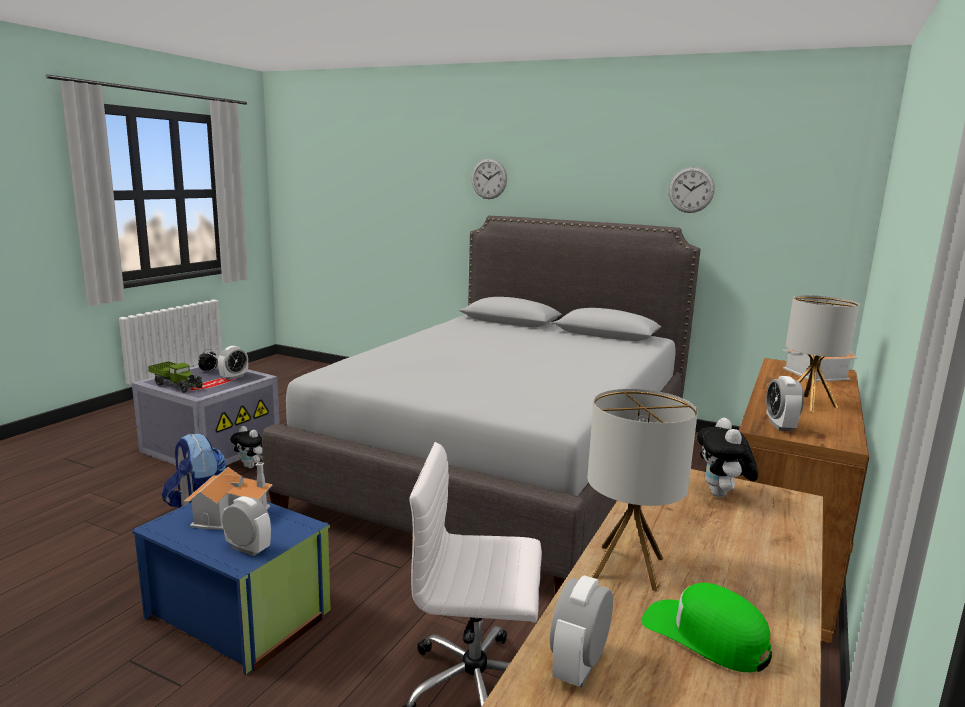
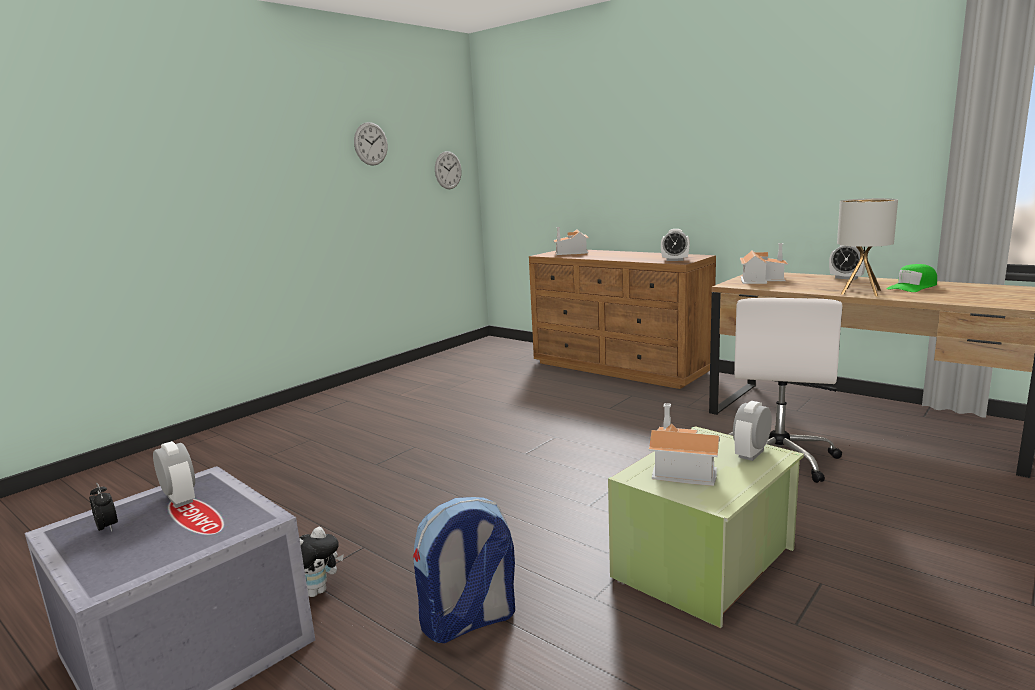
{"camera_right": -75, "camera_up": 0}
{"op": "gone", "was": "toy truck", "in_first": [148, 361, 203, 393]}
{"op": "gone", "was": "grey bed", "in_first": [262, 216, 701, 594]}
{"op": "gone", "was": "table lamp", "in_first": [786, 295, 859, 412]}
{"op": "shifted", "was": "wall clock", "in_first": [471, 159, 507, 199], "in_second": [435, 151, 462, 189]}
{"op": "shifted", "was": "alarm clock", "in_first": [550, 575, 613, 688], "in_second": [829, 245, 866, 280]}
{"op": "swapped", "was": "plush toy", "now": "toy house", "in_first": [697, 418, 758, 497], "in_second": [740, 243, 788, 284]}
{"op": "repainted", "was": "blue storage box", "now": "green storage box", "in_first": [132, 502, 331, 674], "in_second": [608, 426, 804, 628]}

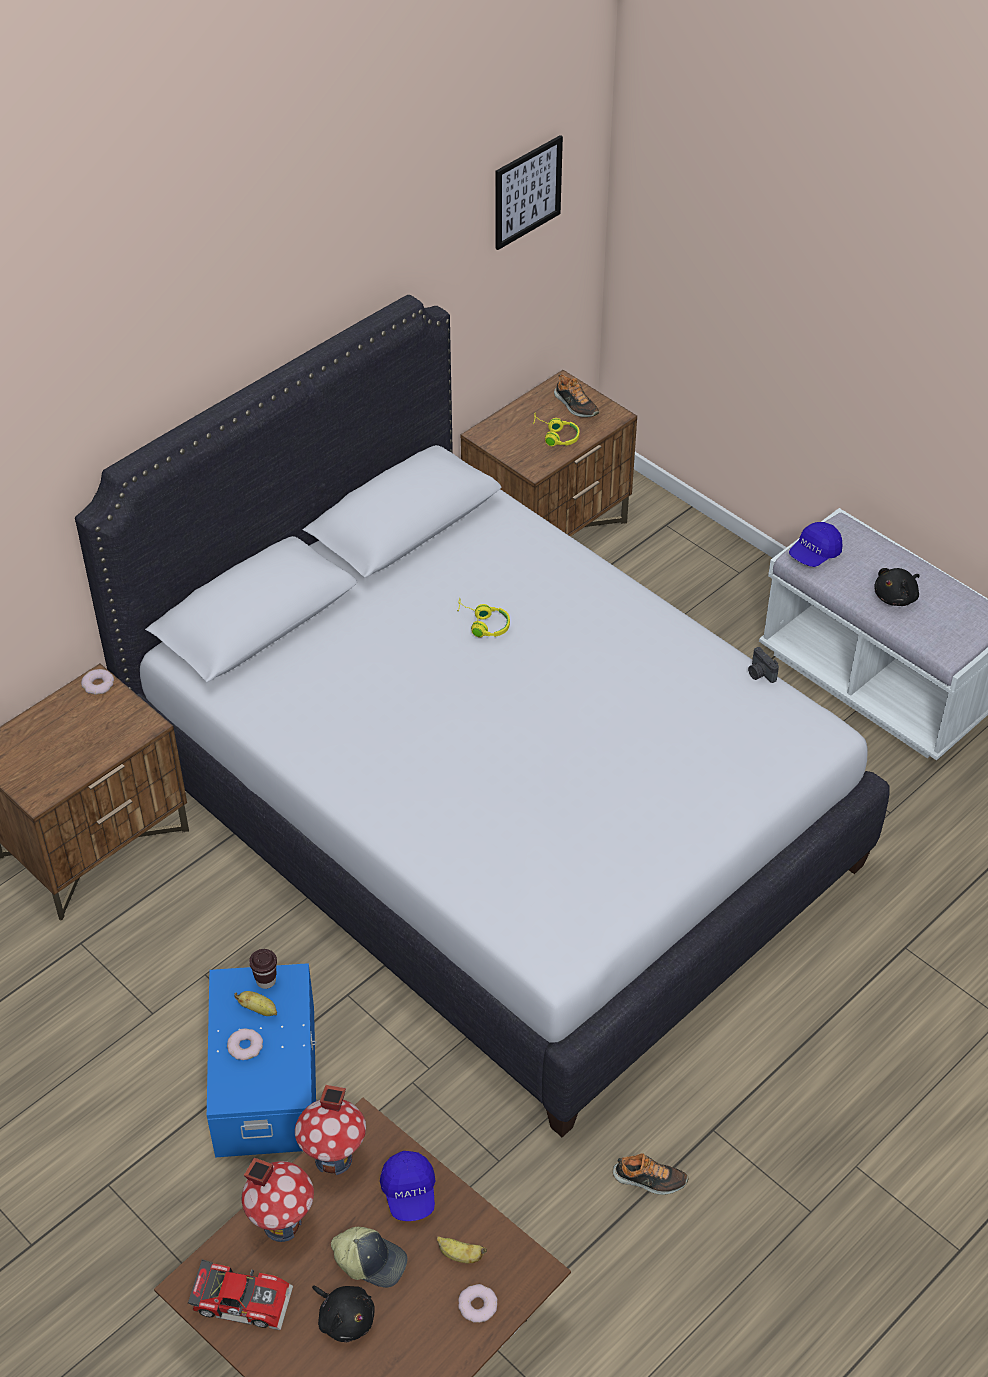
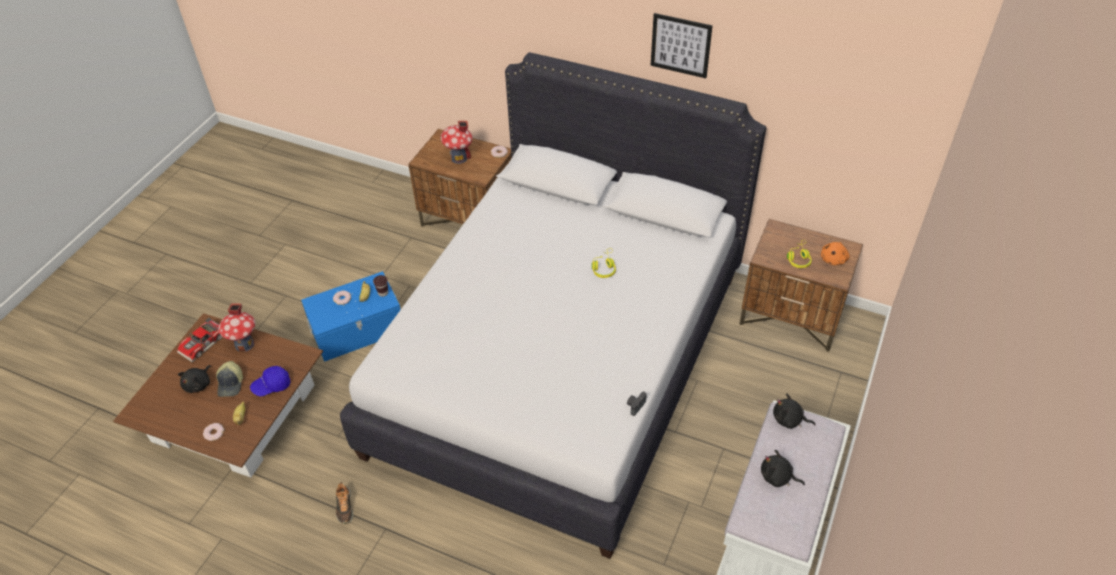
{"camera_right": 70, "camera_up": 0}
{"op": "shifted", "was": "toy house", "in_first": [295, 1085, 366, 1175], "in_second": [440, 121, 472, 164]}
{"op": "shifted", "was": "picture", "in_first": [496, 135, 563, 250], "in_second": [651, 13, 713, 78]}
{"op": "swapped", "was": "shoe", "now": "orange plush toy", "in_first": [554, 374, 599, 417], "in_second": [821, 242, 850, 265]}
{"op": "swapped", "was": "blue cap", "now": "black plush toy", "in_first": [789, 522, 842, 567], "in_second": [773, 393, 816, 429]}
{"op": "rotated", "was": "toy car", "in_first": [188, 1260, 293, 1330], "in_second": [177, 318, 222, 362], "clockwise": 45}

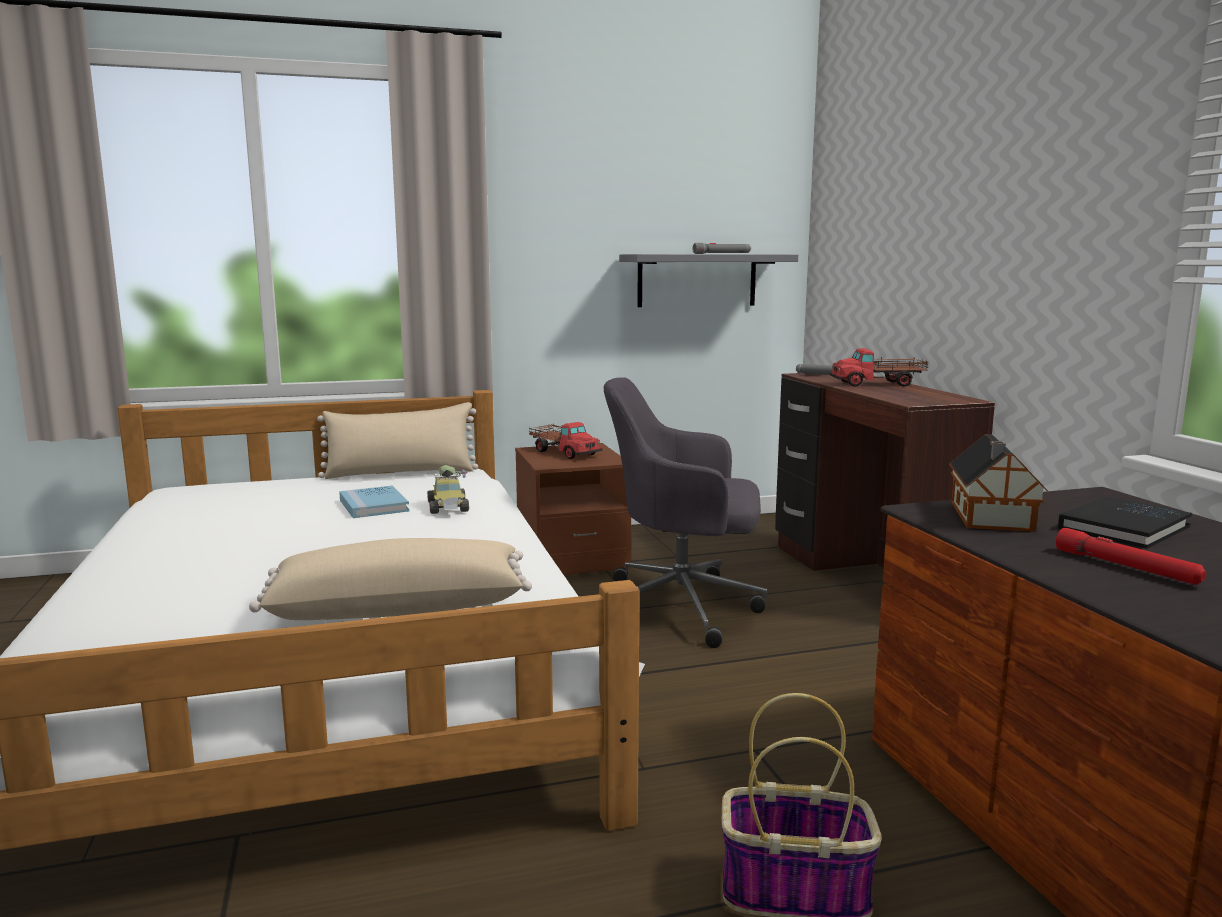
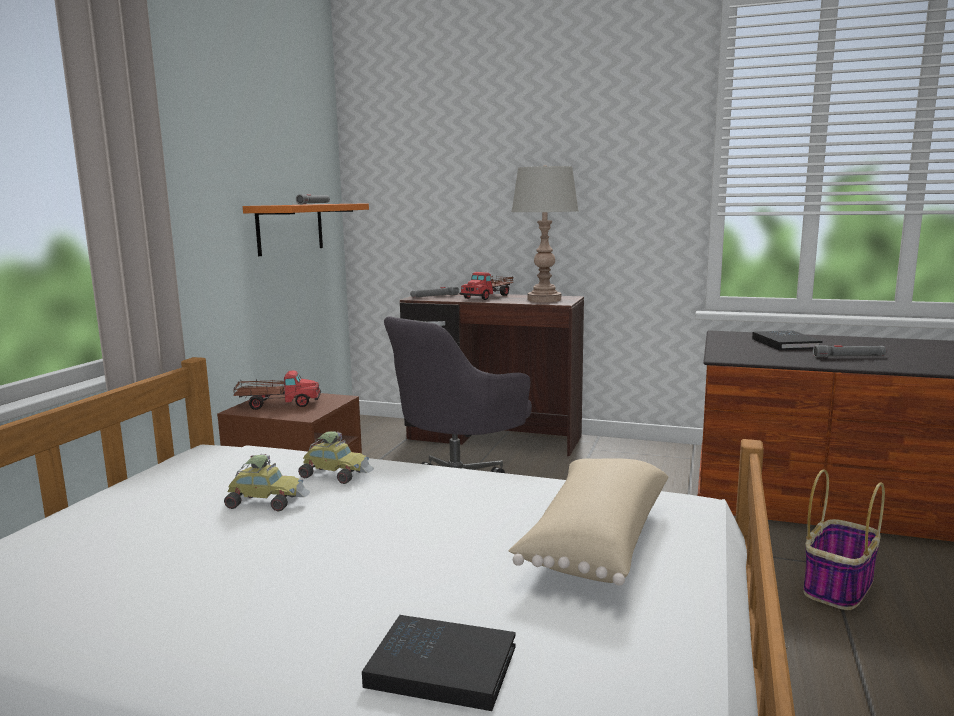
{"camera_right": -55, "camera_up": 0}
{"op": "gone", "was": "beige pillow", "in_first": [317, 402, 478, 479]}
{"op": "gone", "was": "toy house", "in_first": [949, 434, 1048, 532]}
{"op": "new", "now": "black book", "in_second": [362, 615, 515, 711]}
{"op": "new", "now": "grey table lamp", "in_second": [511, 165, 579, 302]}
{"op": "swapped", "was": "blue book", "now": "toy car", "in_first": [339, 486, 409, 518], "in_second": [224, 454, 310, 512]}
{"op": "repainted", "was": "grey shelf", "now": "orange shelf", "in_first": [619, 254, 798, 307], "in_second": [243, 203, 369, 256]}
{"op": "repainted", "was": "red flashlight", "now": "grey flashlight", "in_first": [1056, 528, 1206, 585], "in_second": [813, 345, 887, 358]}

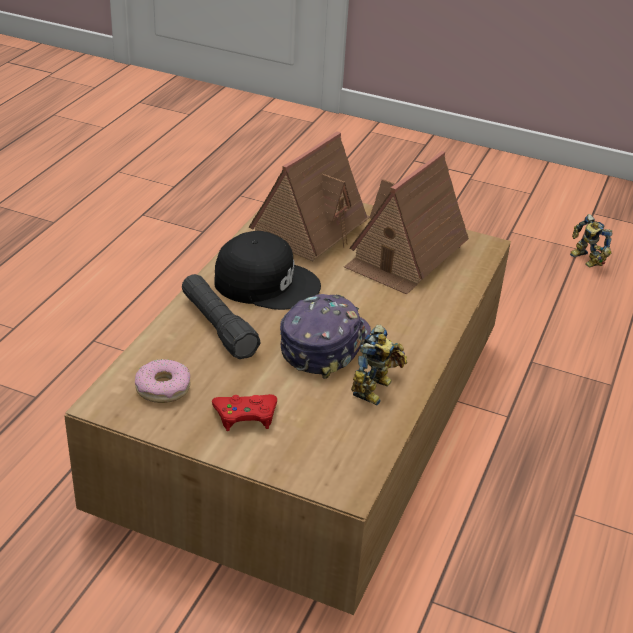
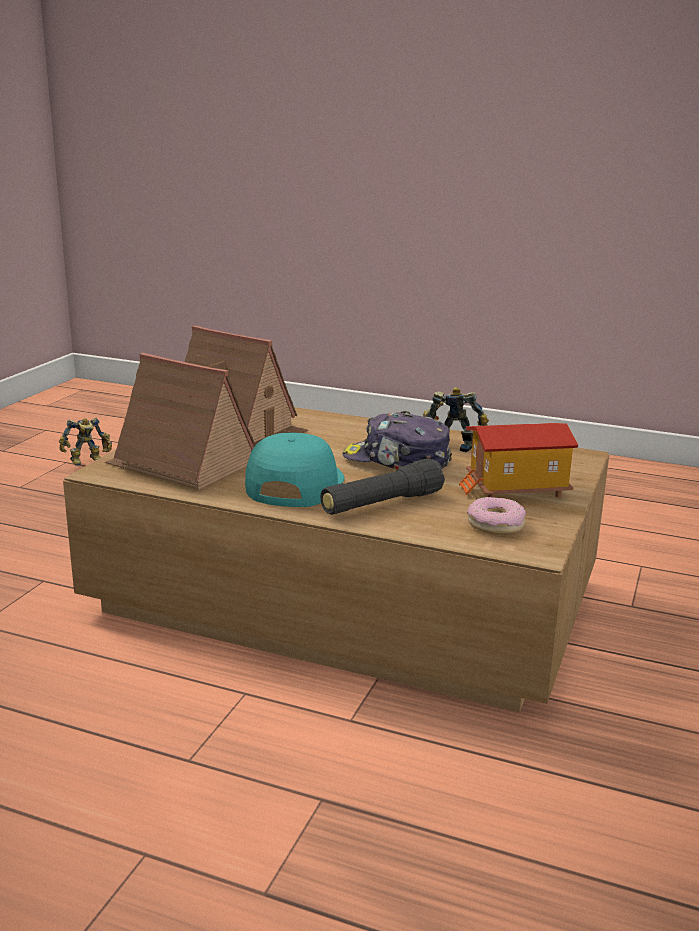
{"camera_right": -90, "camera_up": -15}
{"op": "swapped", "was": "red game controller", "now": "toy house", "in_first": [212, 394, 277, 431], "in_second": [459, 423, 579, 498]}
{"op": "repainted", "was": "black cap", "now": "turquoise cap", "in_first": [215, 231, 321, 310], "in_second": [245, 433, 345, 507]}

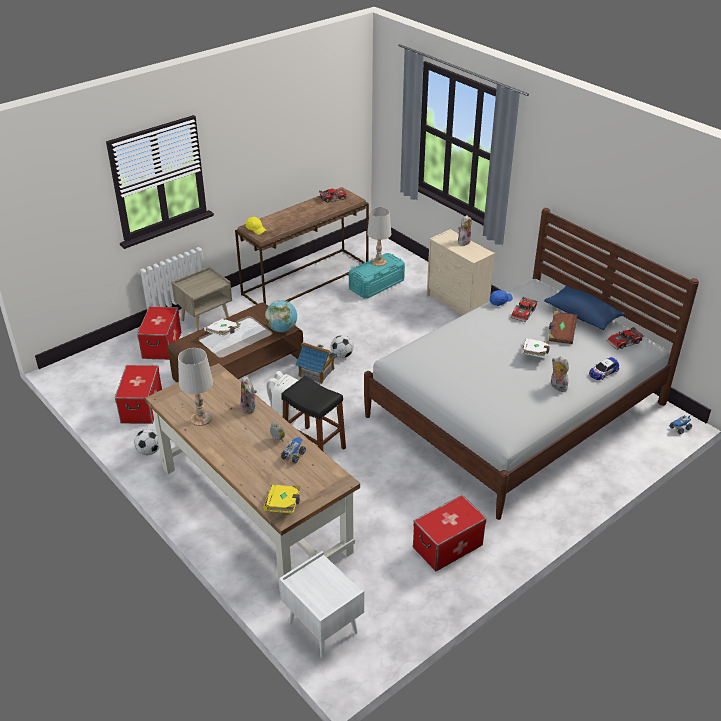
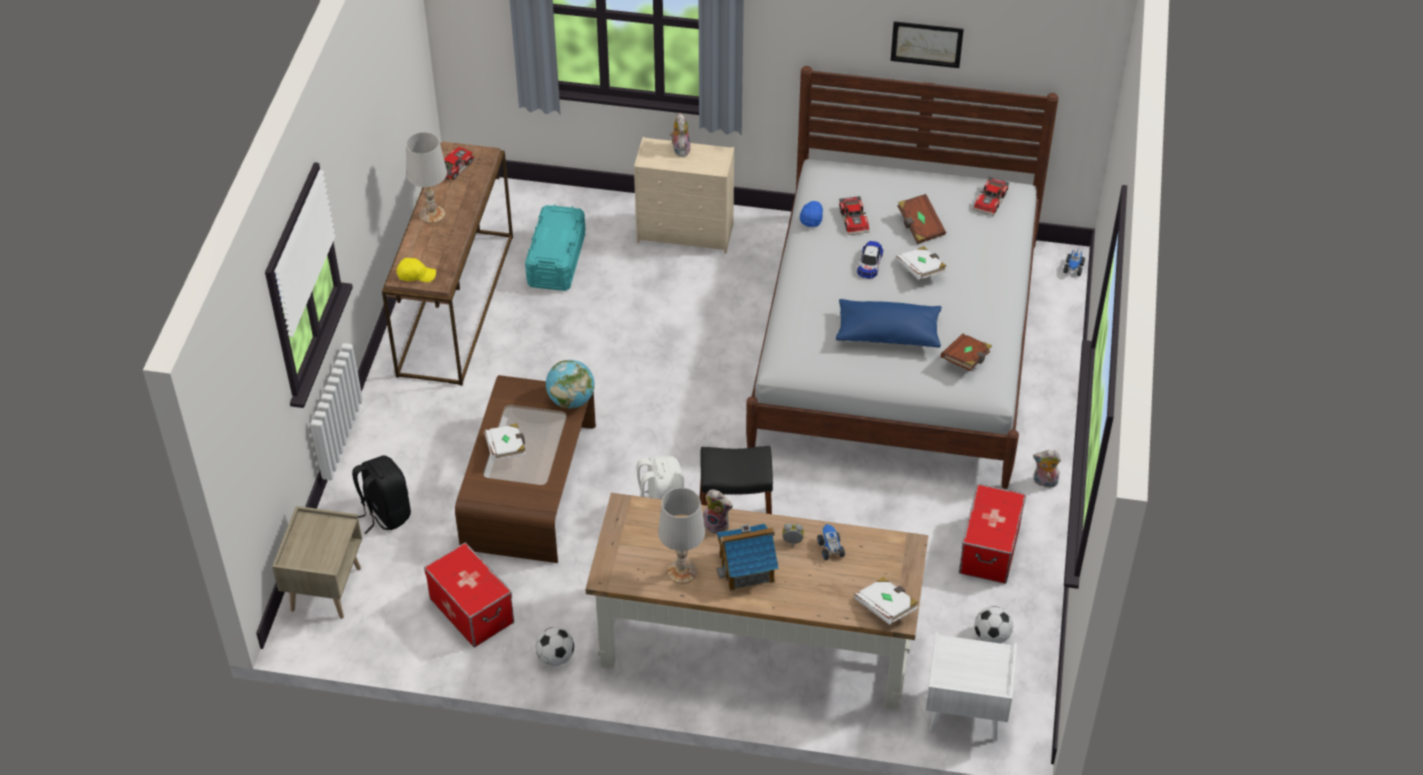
{"camera_right": -40, "camera_up": 10}
{"op": "new", "now": "picture", "in_second": [891, 21, 964, 68]}
{"op": "new", "now": "brown book", "in_second": [941, 334, 992, 371]}
{"op": "shifted", "was": "beige nightstand", "in_first": [171, 267, 232, 331], "in_second": [272, 506, 362, 619]}
{"op": "shifted", "was": "toy house", "in_first": [295, 342, 337, 384], "in_second": [716, 524, 779, 591]}
{"op": "shifted", "was": "football", "in_first": [331, 335, 353, 358], "in_second": [974, 606, 1013, 643]}
{"op": "shifted", "was": "white table lamp", "in_first": [367, 207, 391, 266], "in_second": [406, 132, 447, 223]}
{"op": "shifted", "was": "blue pillow", "in_first": [544, 286, 625, 330], "in_second": [836, 299, 942, 348]}
{"op": "shifted", "was": "plush toy", "in_first": [551, 357, 569, 392], "in_second": [1033, 450, 1061, 488]}
{"op": "shifted", "was": "toy car", "in_first": [589, 357, 619, 380], "in_second": [857, 241, 883, 279]}
{"op": "swapped", "was": "storage box", "now": "black backpack", "in_first": [137, 306, 181, 360], "in_second": [352, 455, 411, 534]}
{"op": "repainted", "was": "yellow book", "now": "white book", "in_first": [263, 485, 300, 514], "in_second": [854, 577, 918, 625]}

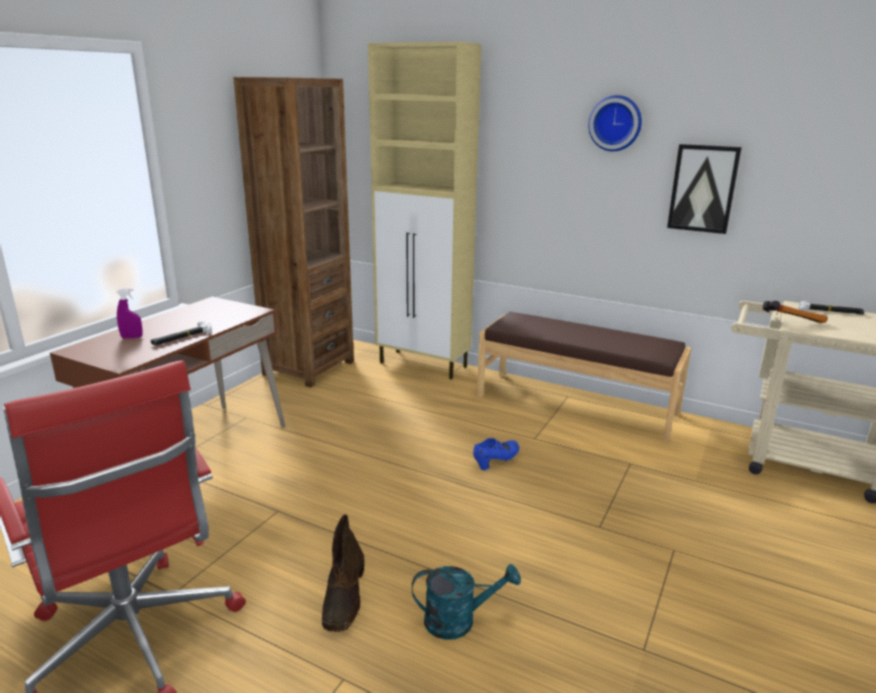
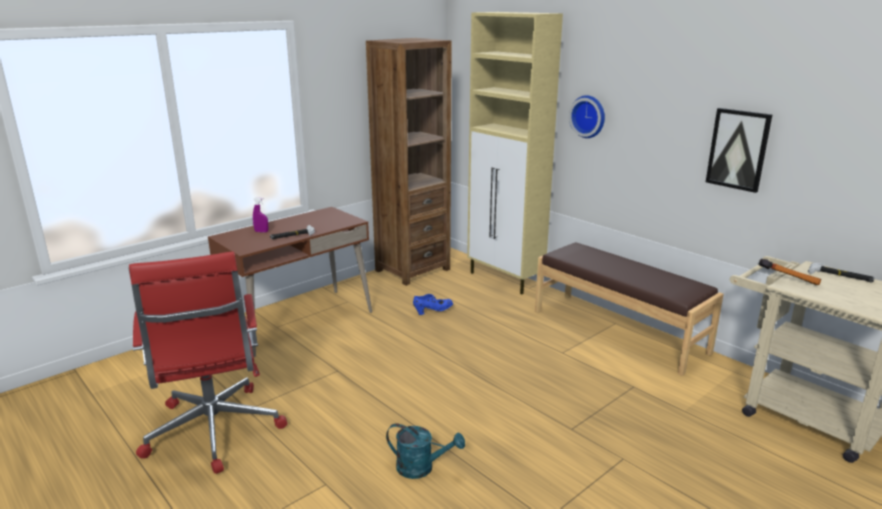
{"camera_right": 20, "camera_up": 0}
{"op": "gone", "was": "brown boot", "in_first": [322, 514, 365, 632]}
{"op": "shifted", "was": "blue shoe", "in_first": [473, 438, 520, 470], "in_second": [413, 294, 453, 315]}
{"op": "shifted", "was": "wall clock", "in_first": [588, 95, 642, 151], "in_second": [569, 95, 605, 138]}

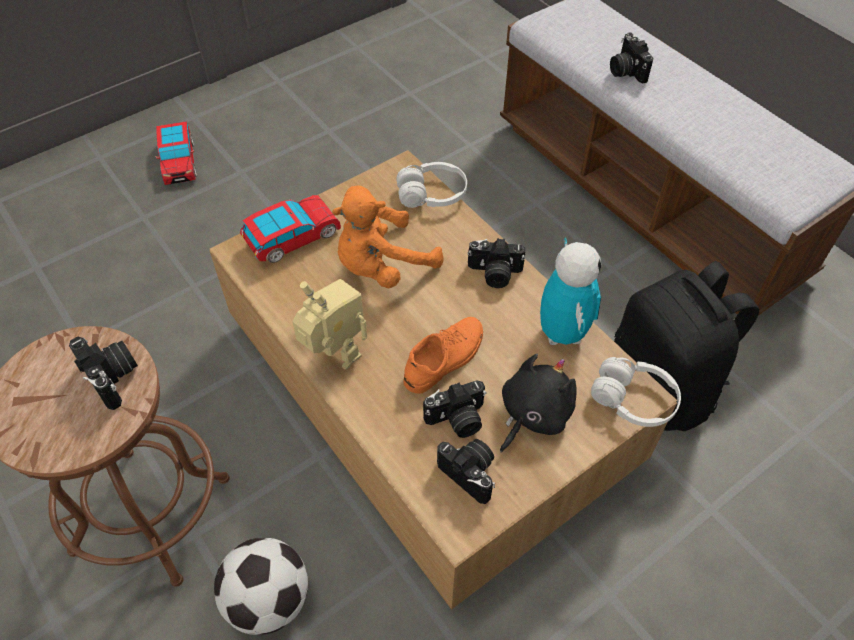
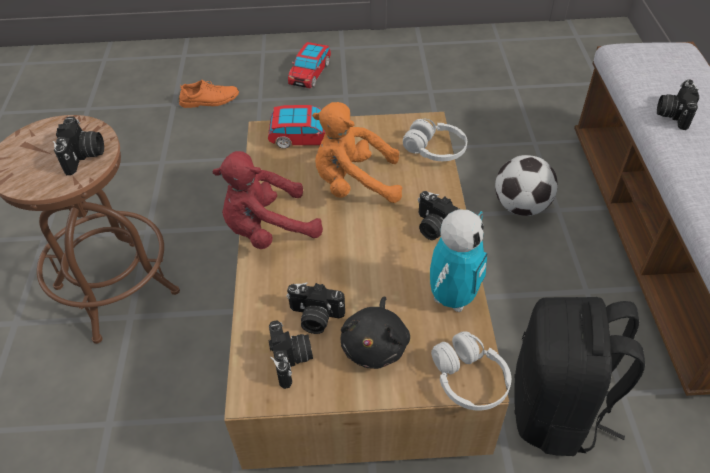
{"camera_right": 35, "camera_up": -5}
{"op": "shifted", "was": "football", "in_first": [214, 538, 308, 635], "in_second": [495, 155, 557, 216]}
{"op": "shifted", "was": "orange shoe", "in_first": [403, 317, 483, 394], "in_second": [179, 80, 239, 108]}
{"op": "swapped", "was": "toy robot", "now": "red plush toy", "in_first": [293, 279, 367, 370], "in_second": [213, 151, 323, 249]}
{"op": "rotated", "was": "black plush toy", "in_first": [500, 354, 576, 453], "in_second": [341, 297, 410, 369], "clockwise": 120}

